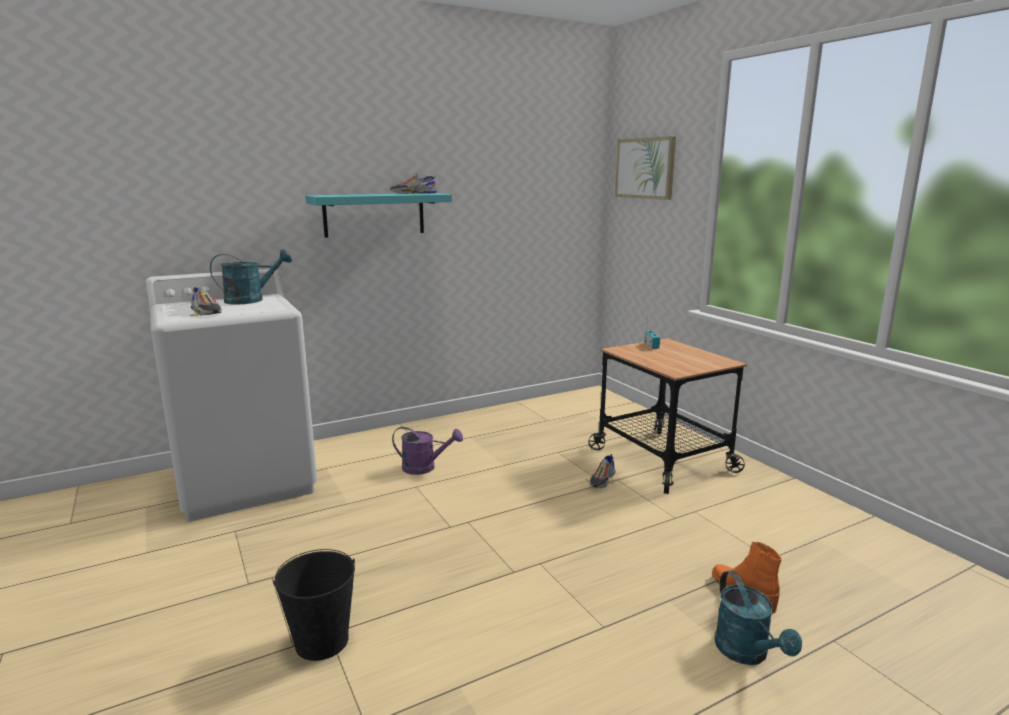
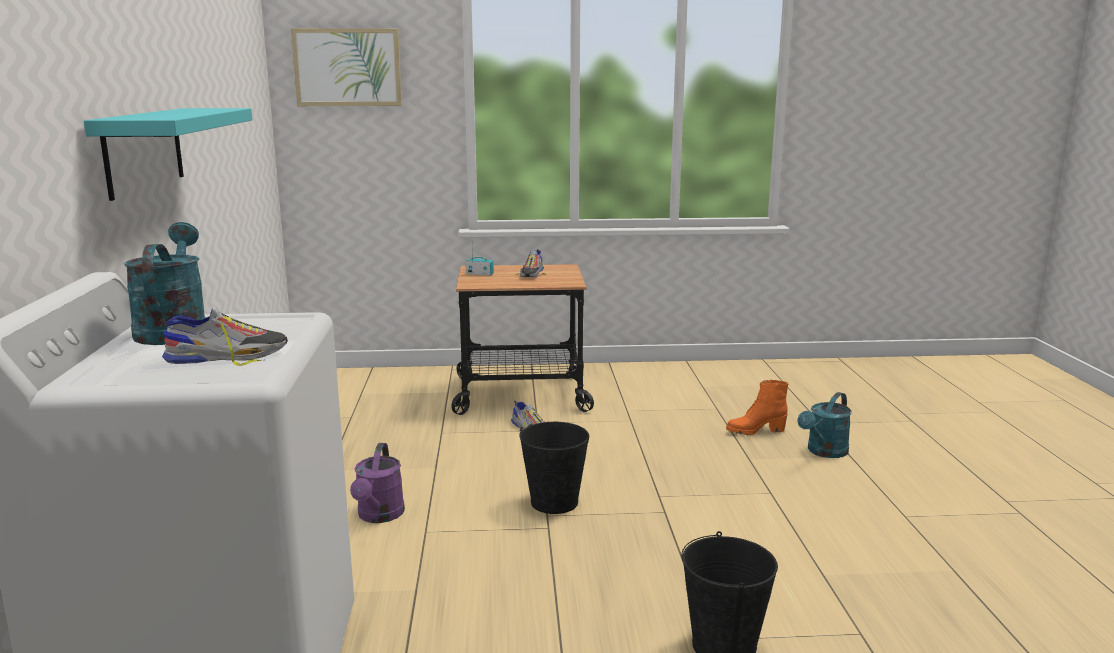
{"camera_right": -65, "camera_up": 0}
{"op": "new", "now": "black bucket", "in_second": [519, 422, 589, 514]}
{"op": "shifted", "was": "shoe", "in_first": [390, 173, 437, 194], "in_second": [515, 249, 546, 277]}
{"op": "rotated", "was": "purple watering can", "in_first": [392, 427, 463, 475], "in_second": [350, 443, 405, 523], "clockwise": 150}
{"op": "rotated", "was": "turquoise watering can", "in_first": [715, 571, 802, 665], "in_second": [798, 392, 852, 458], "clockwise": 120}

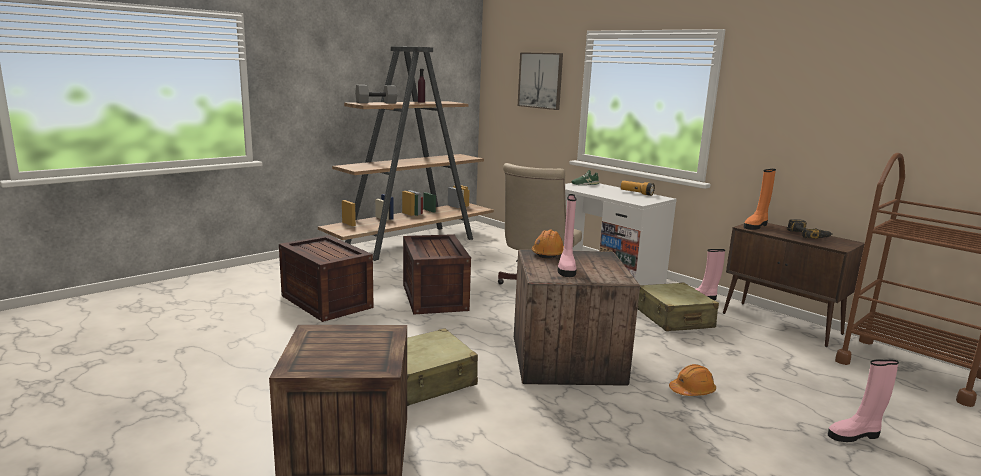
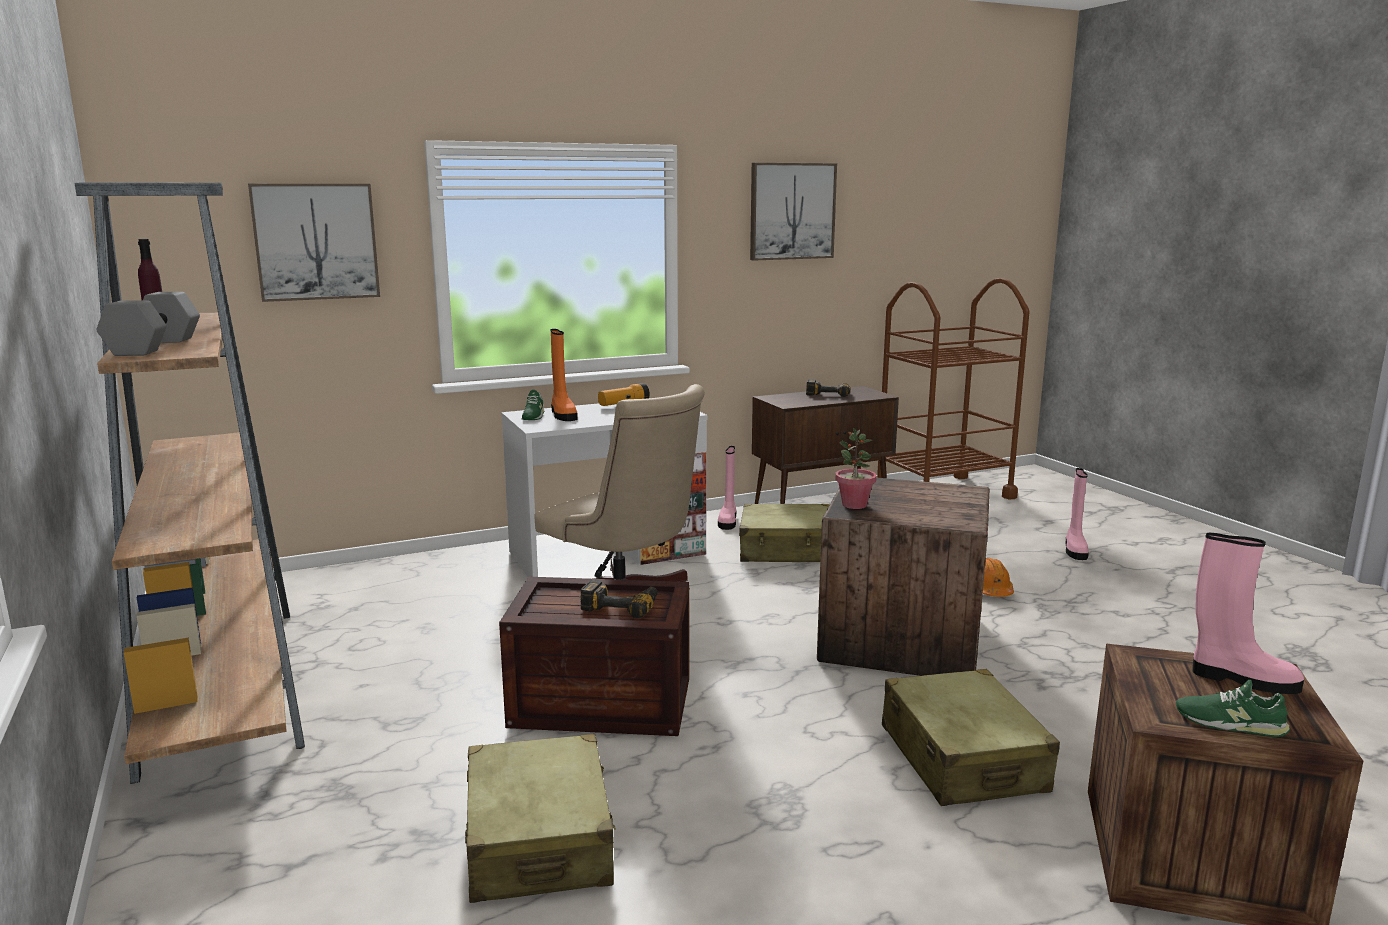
{"camera_right": -70, "camera_up": 0}
{"op": "new", "now": "power drill", "in_second": [581, 580, 658, 618]}
{"op": "new", "now": "picture", "in_second": [750, 163, 837, 261]}
{"op": "new", "now": "green shoe", "in_second": [1176, 680, 1290, 737]}
{"op": "shifted", "was": "pink boot", "in_first": [558, 194, 577, 277], "in_second": [1192, 533, 1304, 694]}
{"op": "shifted", "was": "orange boot", "in_first": [744, 169, 776, 230], "in_second": [550, 329, 578, 421]}
{"op": "swapped", "was": "crate", "now": "beige suitcase", "in_first": [279, 235, 374, 322], "in_second": [465, 734, 616, 903]}
{"op": "swapped", "was": "orange hard hat", "now": "potted plant", "in_first": [532, 230, 564, 259], "in_second": [835, 428, 877, 509]}

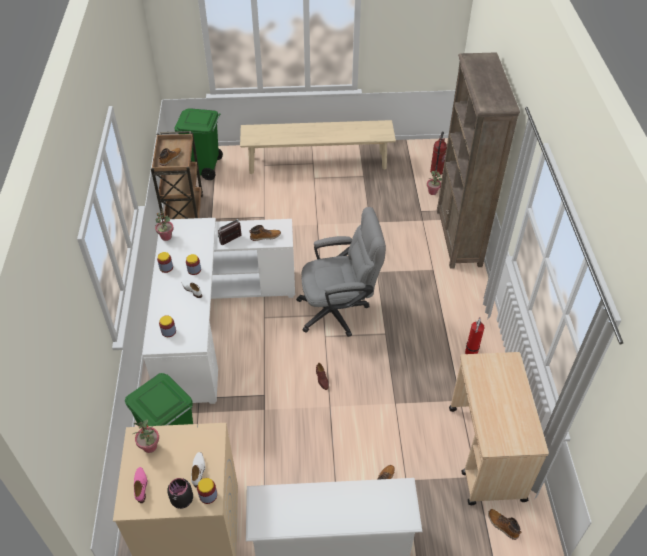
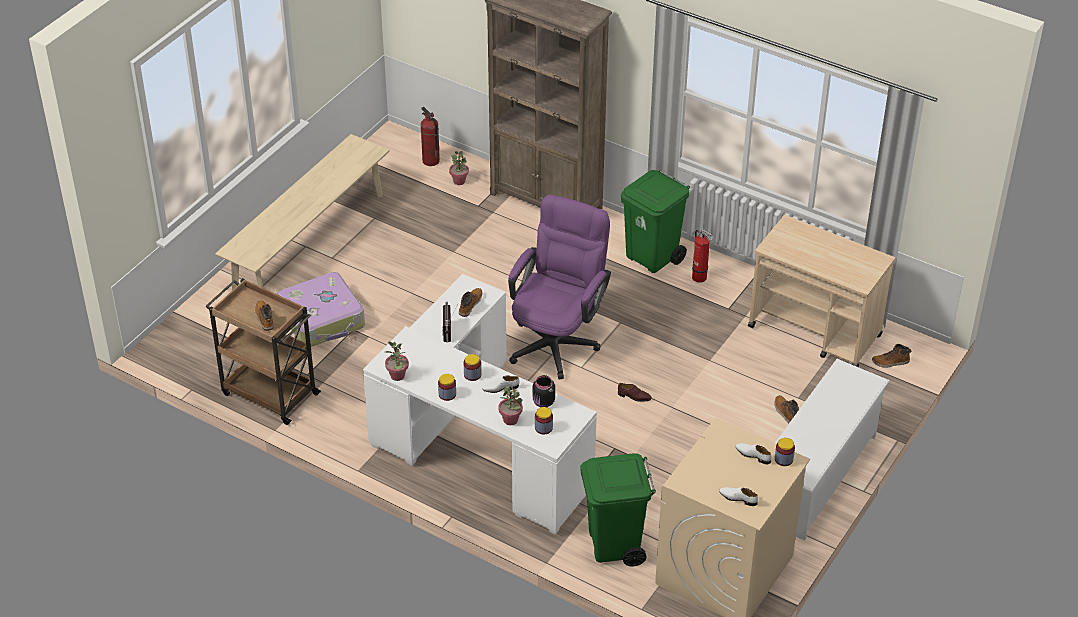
{"camera_right": -55, "camera_up": -5}
{"op": "new", "now": "suitcase", "in_second": [277, 272, 365, 347]}
{"op": "shifted", "was": "potted plant", "in_first": [133, 420, 159, 453], "in_second": [498, 385, 523, 425]}
{"op": "shifted", "was": "black jar", "in_first": [167, 478, 193, 509], "in_second": [533, 375, 555, 407]}
{"op": "shifted", "was": "green trash can", "in_first": [174, 108, 223, 180], "in_second": [621, 170, 690, 273]}
{"op": "repainted", "was": "pink shoe", "now": "white shoe", "in_first": [134, 467, 148, 503], "in_second": [719, 487, 758, 506]}
{"op": "repainted", "was": "grey office chair", "now": "purple office chair", "in_first": [296, 207, 386, 337], "in_second": [508, 194, 611, 380]}

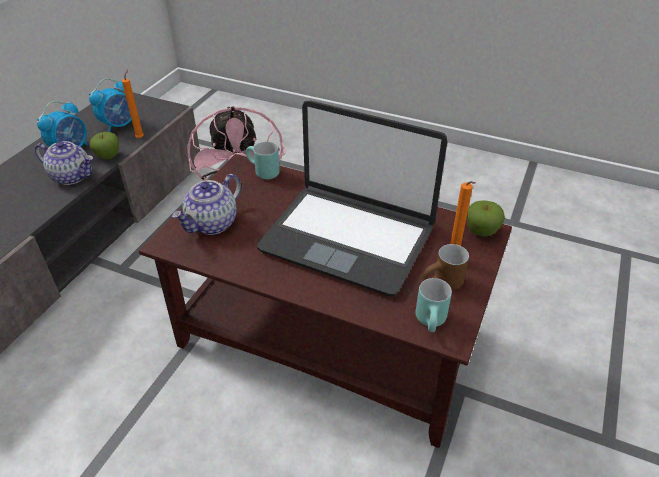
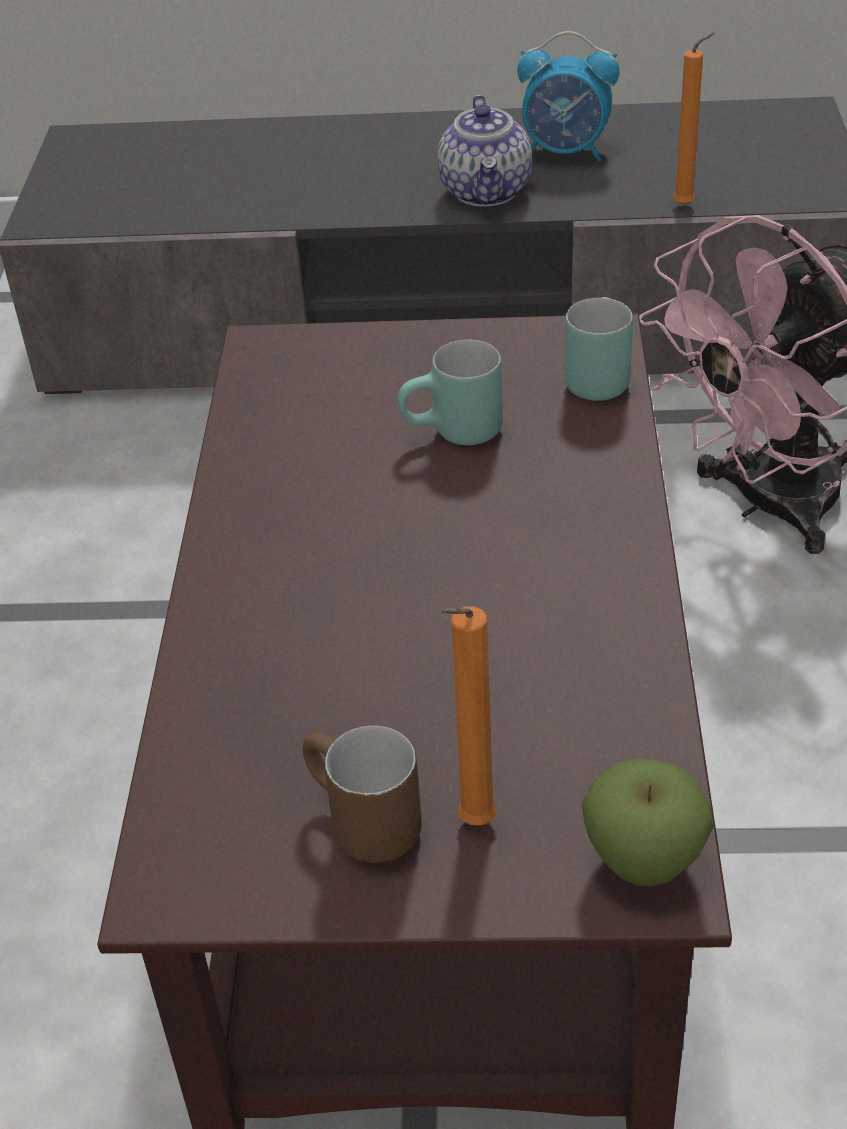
{"camera_right": 70, "camera_up": 0}
{"op": "gone", "was": "alarm clock", "in_first": [89, 79, 132, 132]}
{"op": "gone", "was": "apple", "in_first": [89, 132, 119, 160]}
{"op": "gone", "was": "teapot", "in_first": [172, 174, 241, 235]}
{"op": "gone", "was": "laptop", "in_first": [257, 101, 447, 296]}
{"op": "shifted", "was": "turquoise mug", "in_first": [416, 278, 452, 332], "in_second": [398, 340, 503, 445]}

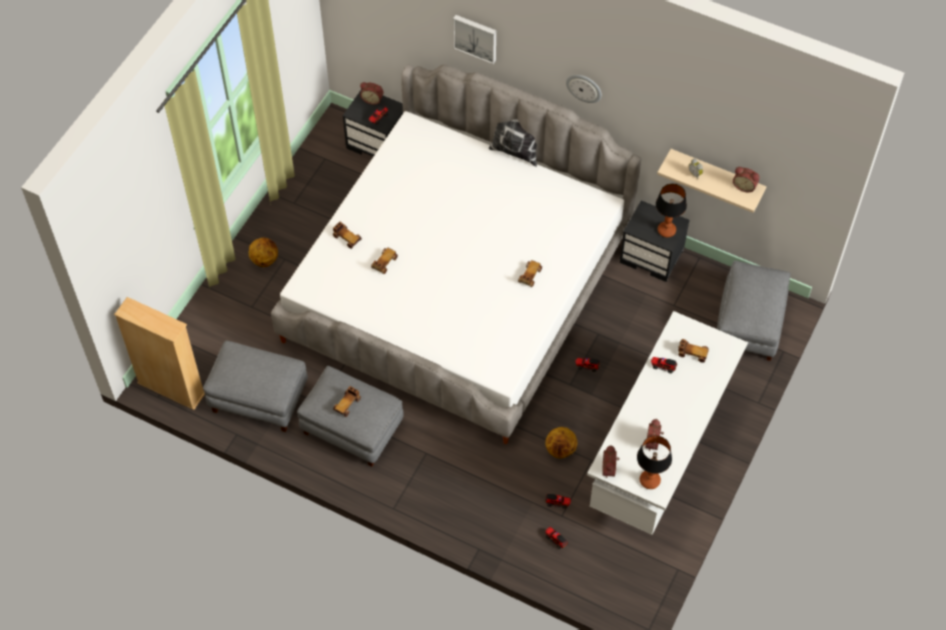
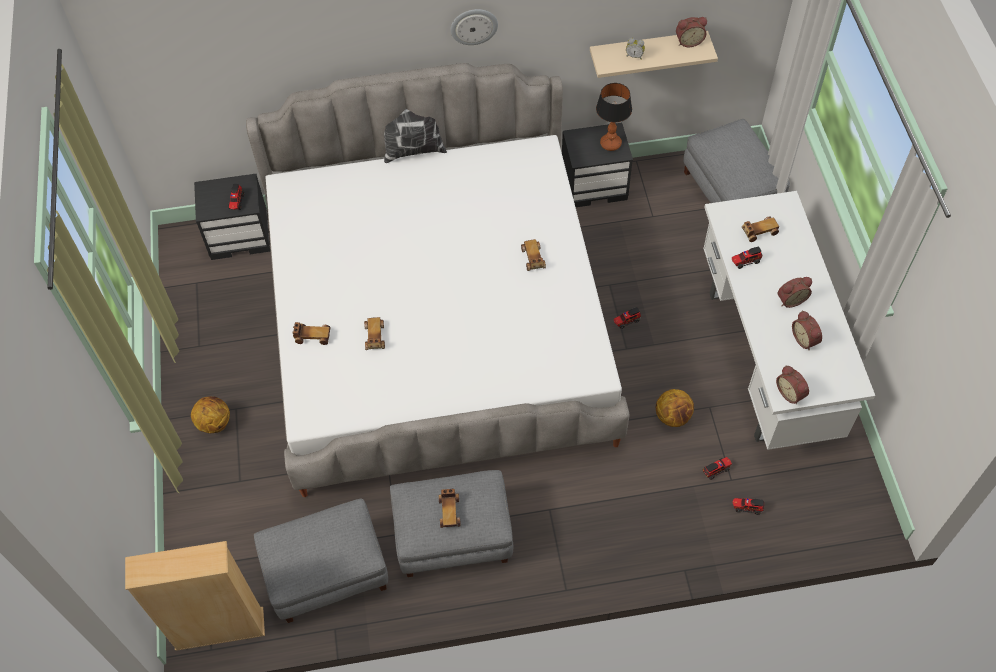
{"camera_right": -35, "camera_up": 0}
{"op": "gone", "was": "picture", "in_first": [453, 15, 496, 64]}
{"op": "gone", "was": "table lamp", "in_first": [637, 435, 672, 489]}
{"op": "shifted", "was": "alarm clock", "in_first": [360, 82, 384, 105], "in_second": [778, 277, 812, 308]}

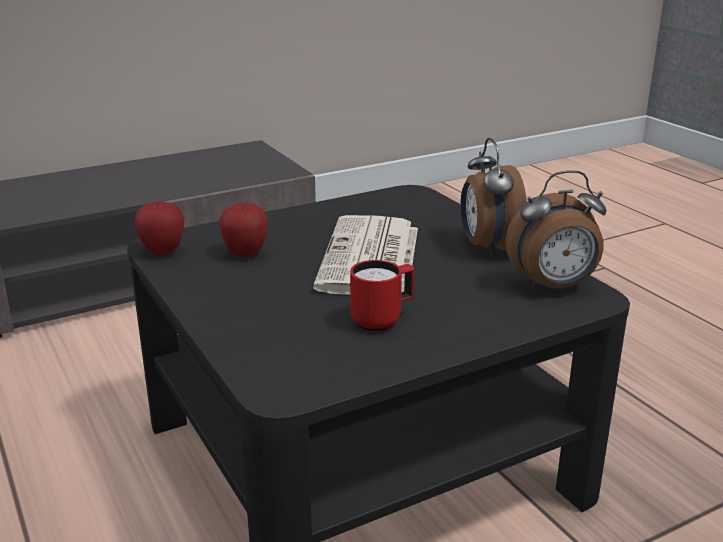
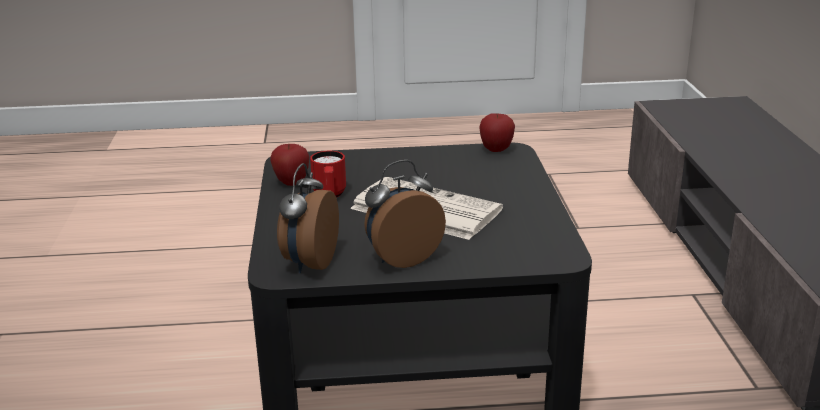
{"camera_right": 115, "camera_up": 0}
{"op": "shifted", "was": "apple", "in_first": [219, 202, 268, 257], "in_second": [270, 144, 309, 186]}
{"op": "rotated", "was": "alarm clock", "in_first": [461, 138, 527, 257], "in_second": [364, 160, 446, 268], "clockwise": -45}

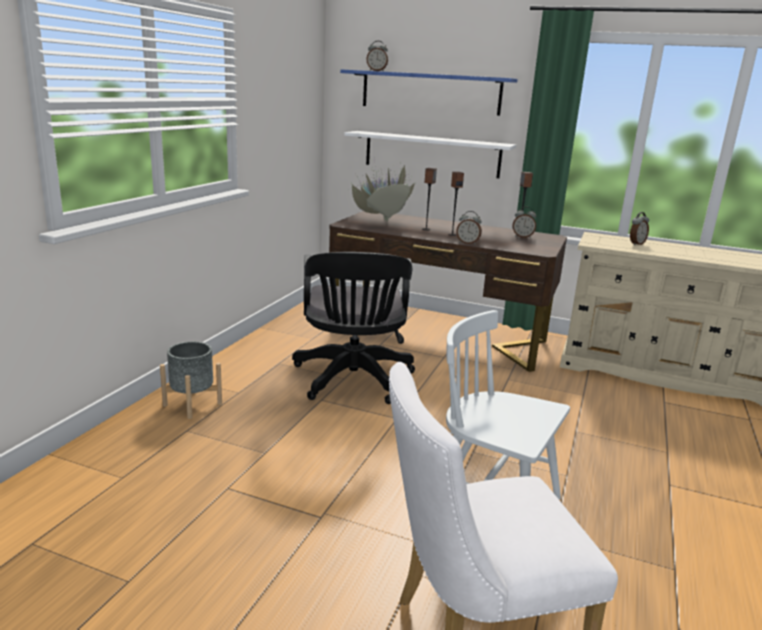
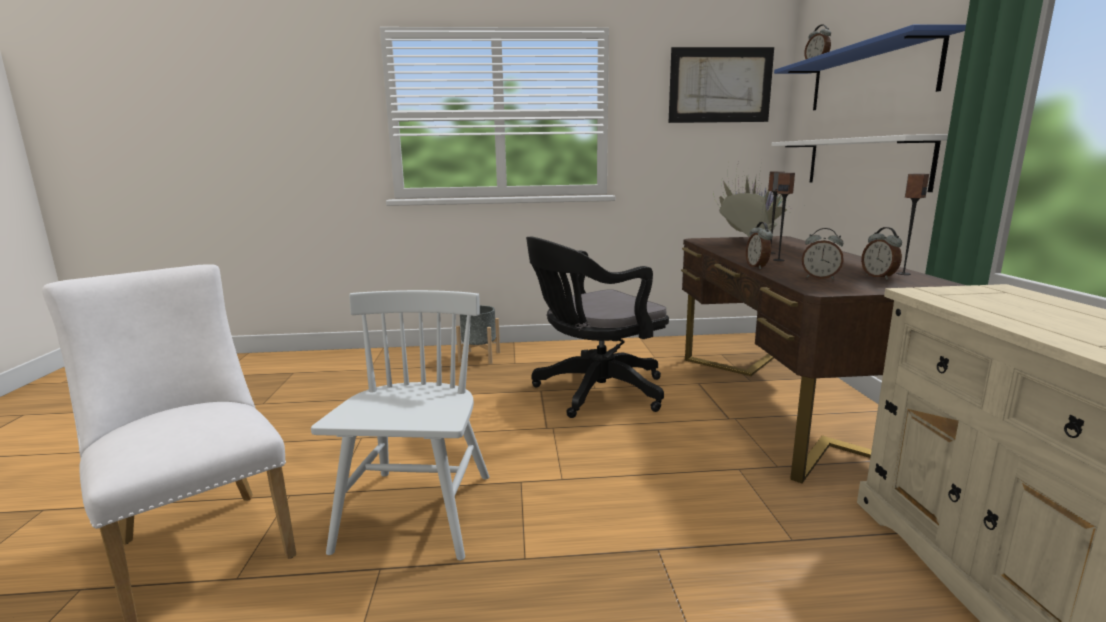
{"camera_right": 65, "camera_up": -5}
{"op": "new", "now": "picture", "in_second": [668, 47, 774, 123]}
{"op": "shifted", "was": "alarm clock", "in_first": [630, 212, 649, 245], "in_second": [802, 228, 844, 279]}

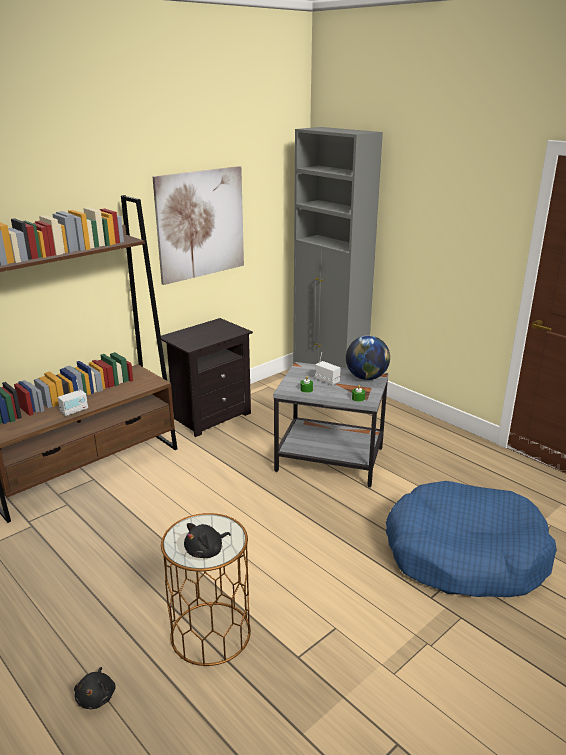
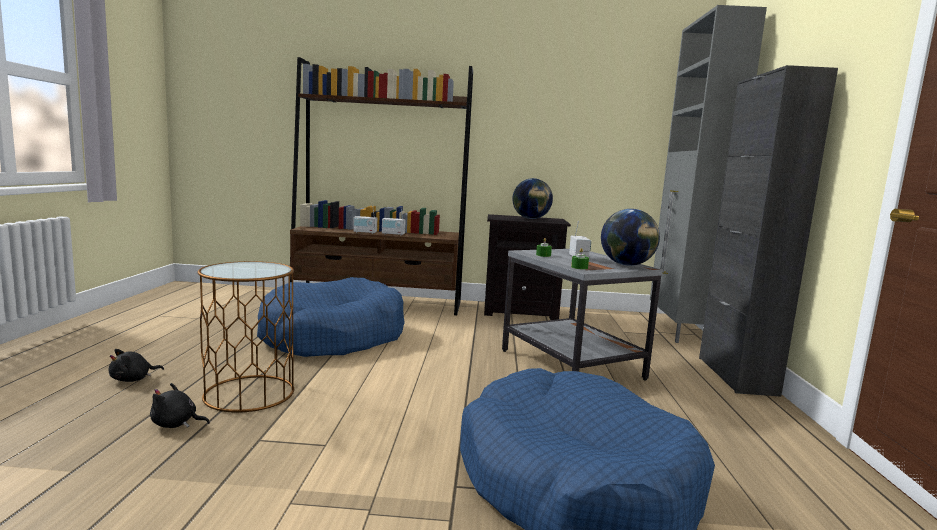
{"camera_right": 45, "camera_up": -15}
{"op": "gone", "was": "picture", "in_first": [153, 166, 244, 285]}
{"op": "new", "now": "blue dog bed", "in_second": [257, 277, 405, 357]}
{"op": "new", "now": "radio", "in_second": [382, 207, 406, 236]}
{"op": "new", "now": "globe", "in_second": [512, 178, 553, 219]}
{"op": "new", "now": "black cabinet", "in_second": [699, 65, 838, 397]}
{"op": "shifted", "was": "black plush toy", "in_first": [184, 523, 231, 558], "in_second": [150, 383, 210, 428]}

